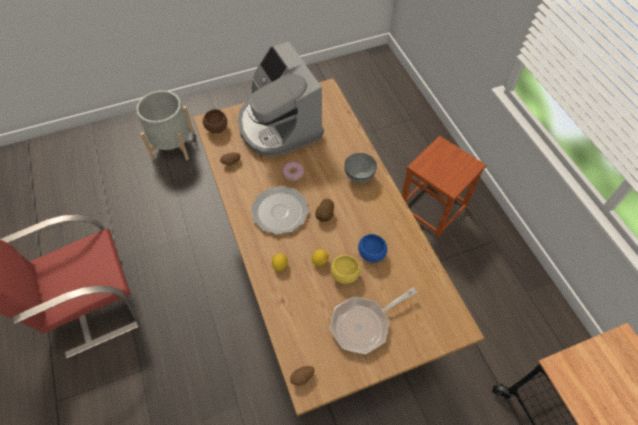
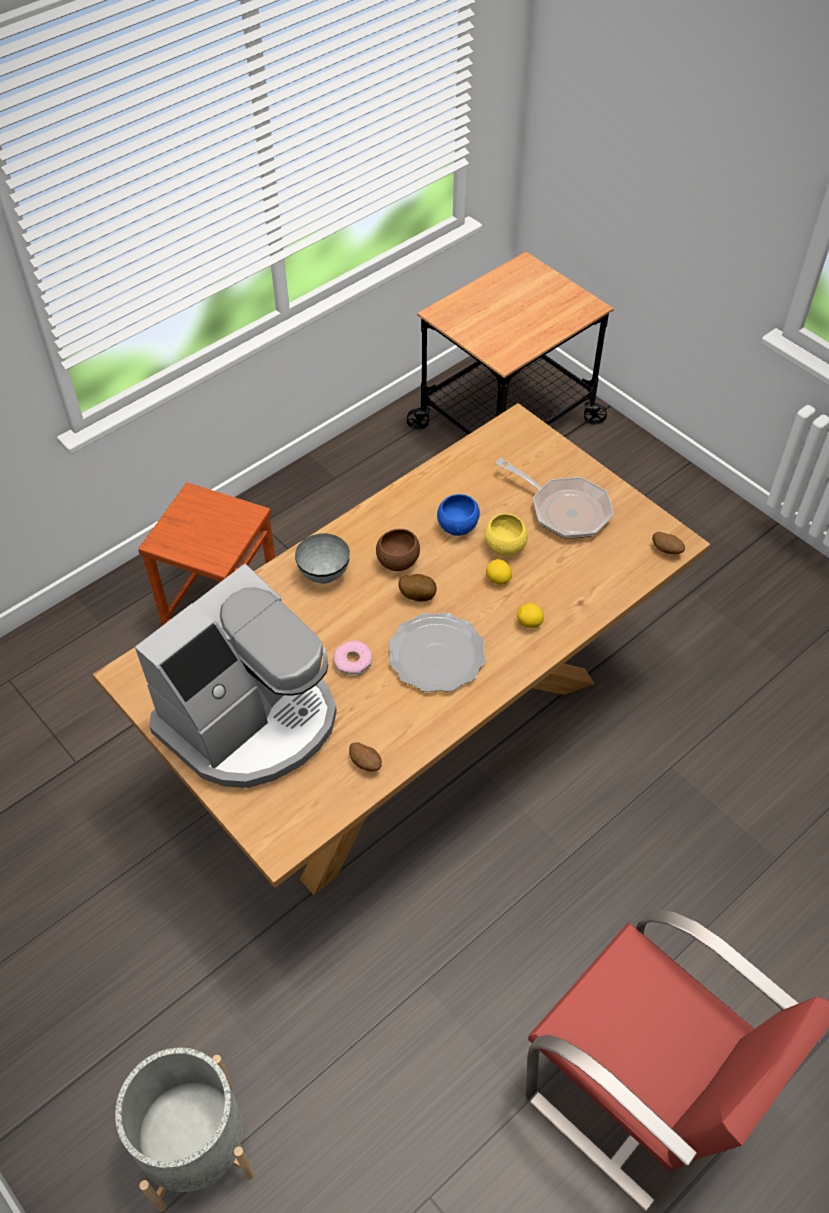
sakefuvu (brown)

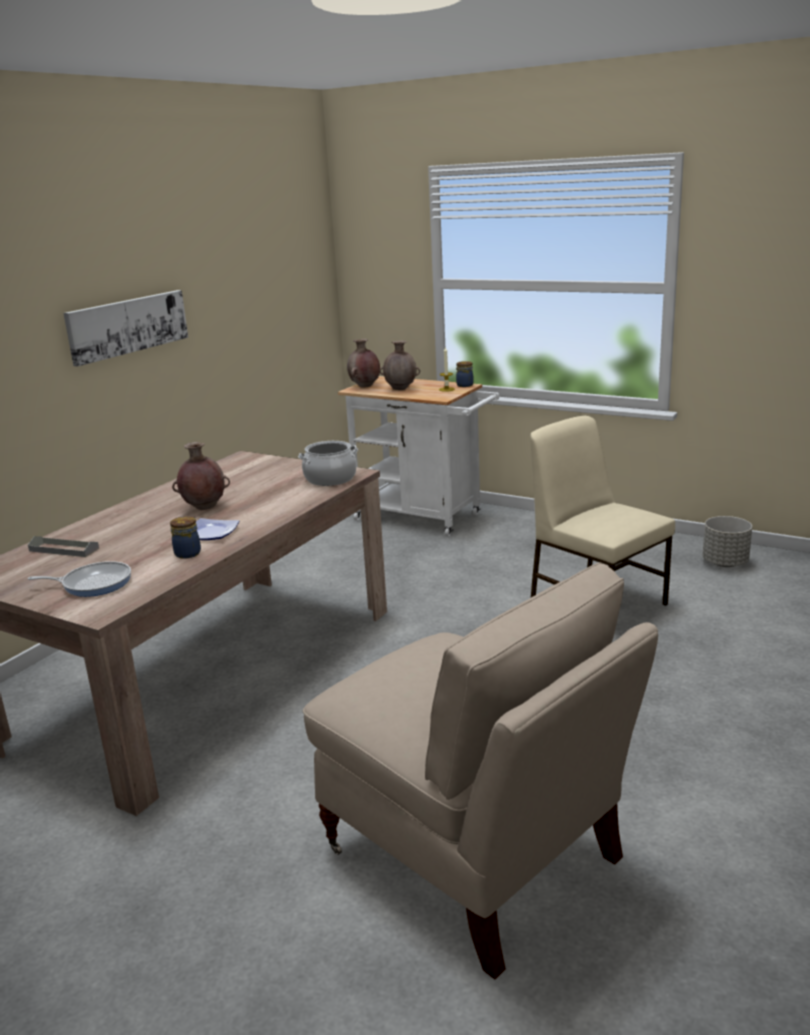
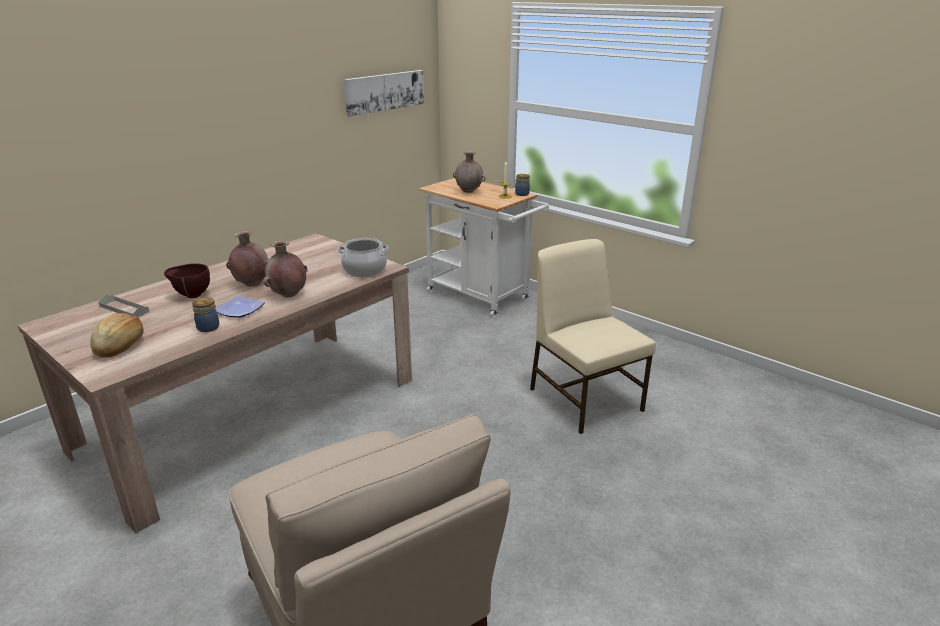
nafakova
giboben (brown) (2nd from left)
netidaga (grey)
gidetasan
sakefuvu (brown)

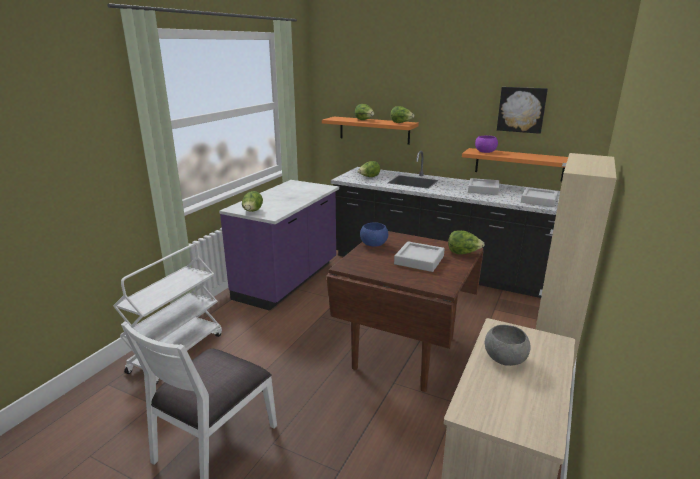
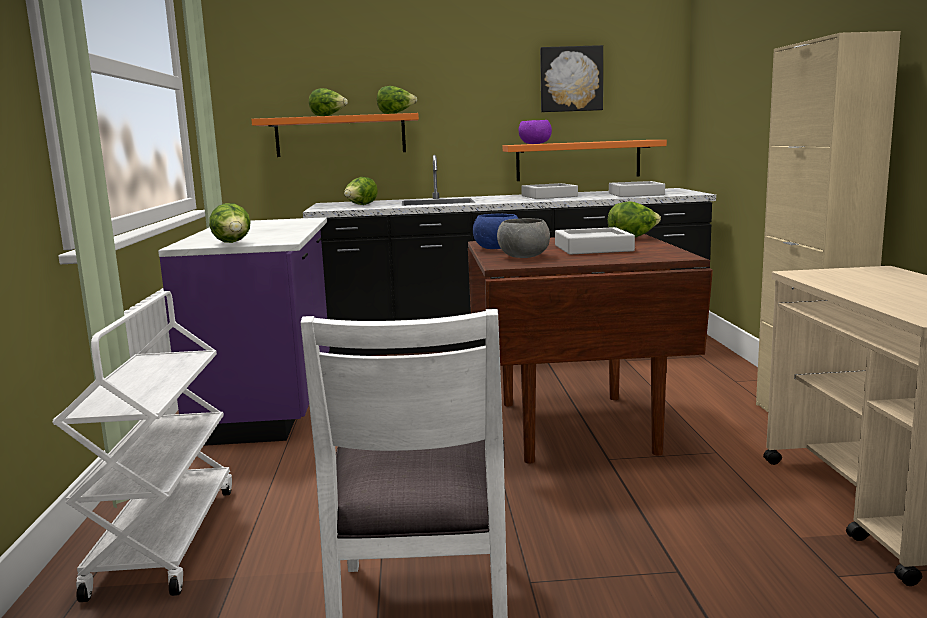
sakefuvu (grey)

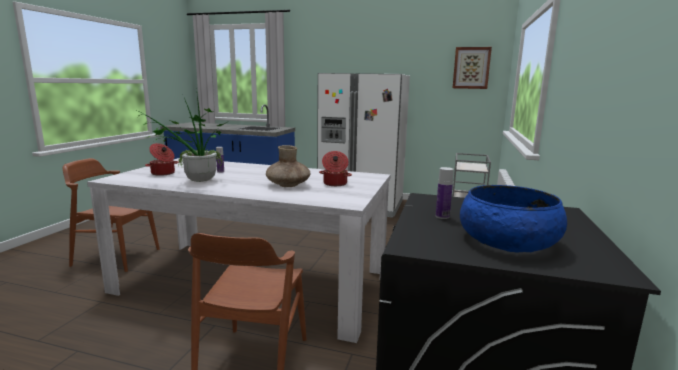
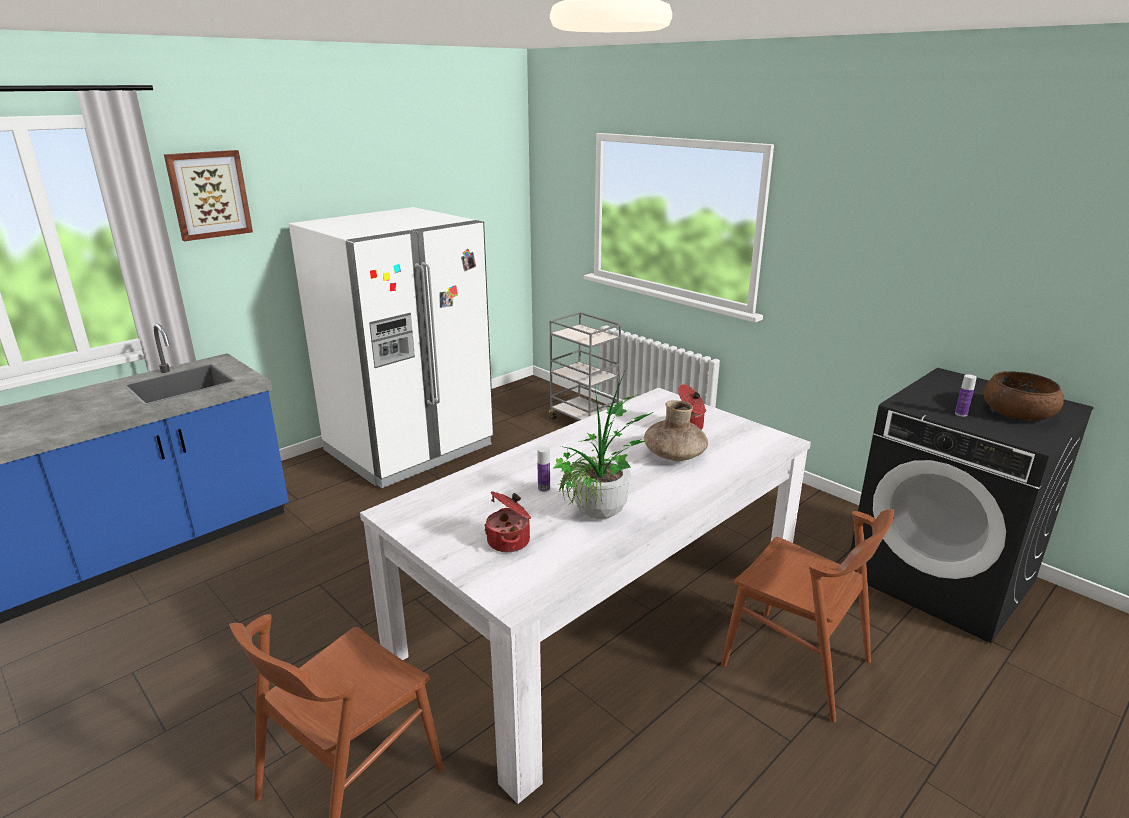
nafakova
sakefuvu (brown)

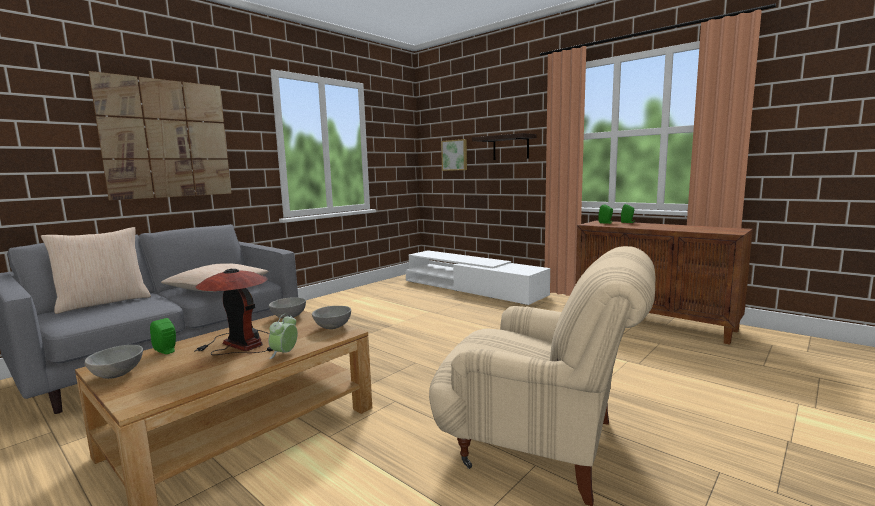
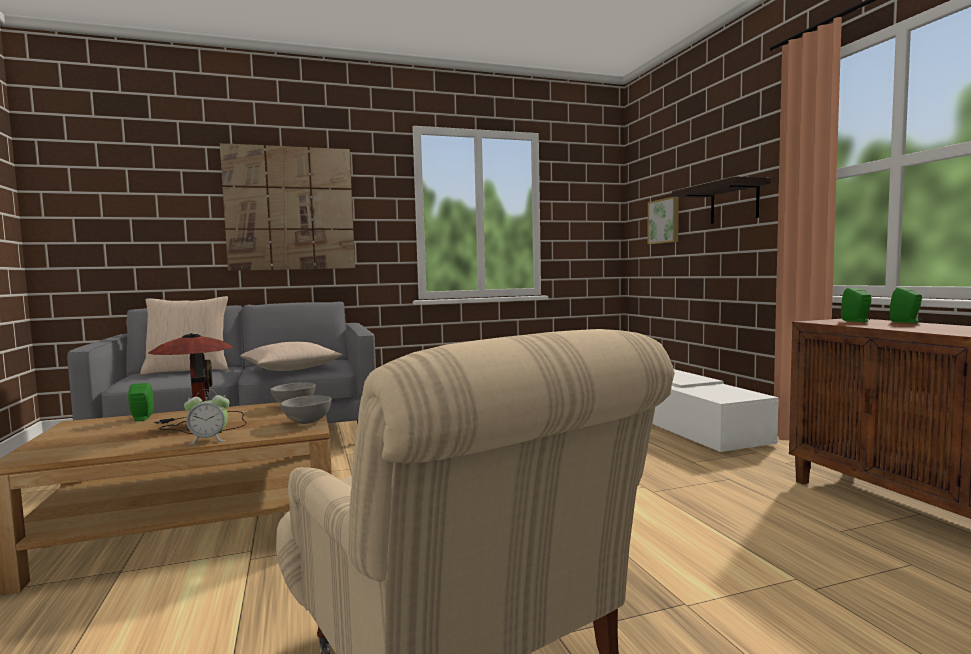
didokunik
sakefuvu (grey) (1st from left in the first image)

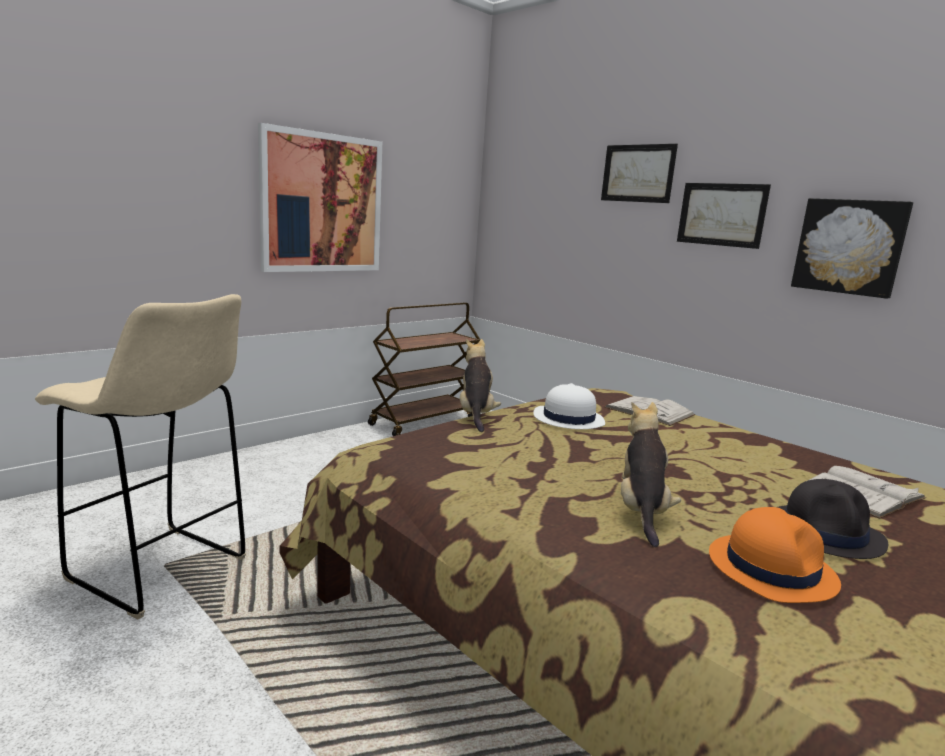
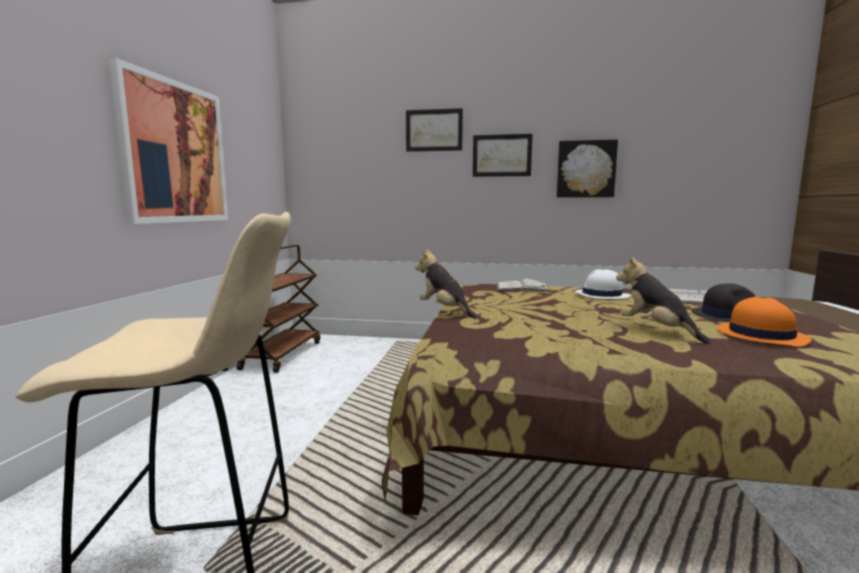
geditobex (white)

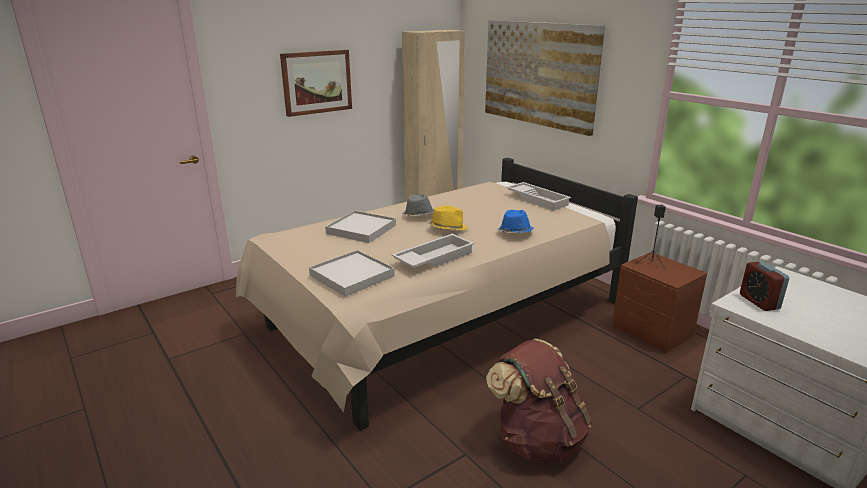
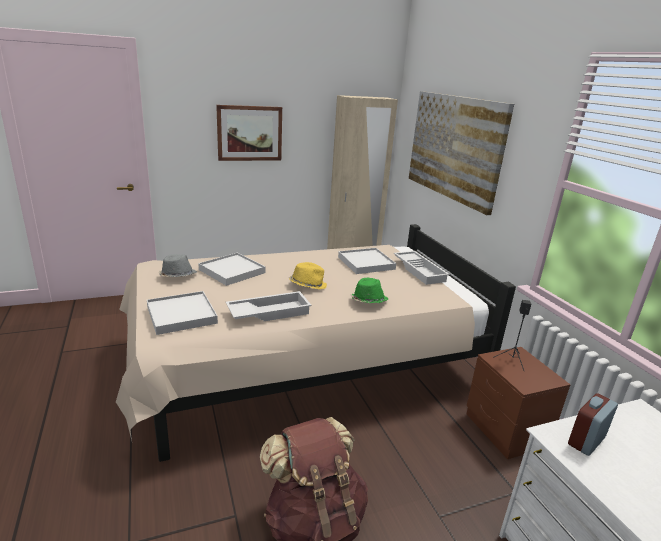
geditobex (grey)
geditobex (green)
didokunik
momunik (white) (4th from left)

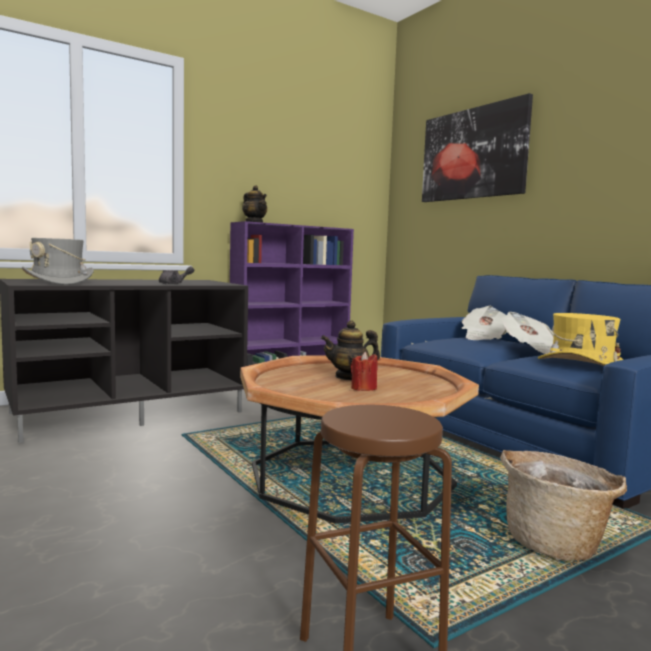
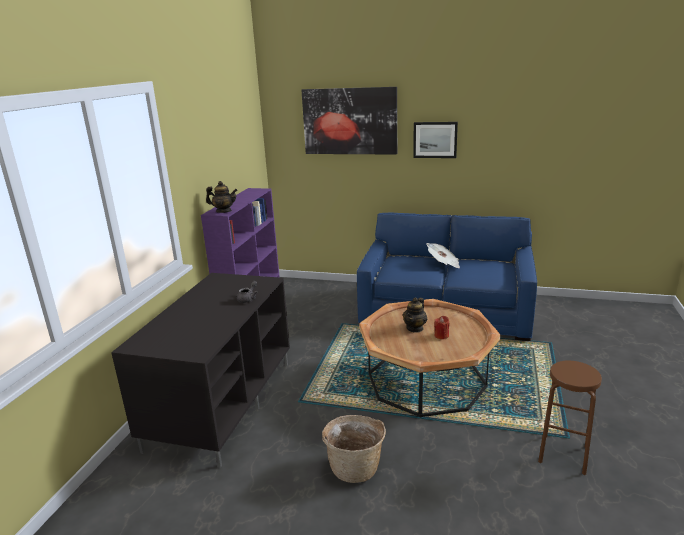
geditobex (grey)
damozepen (1st from left in the first image)
geditobex (yellow)
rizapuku
nafakova (2nd from left)

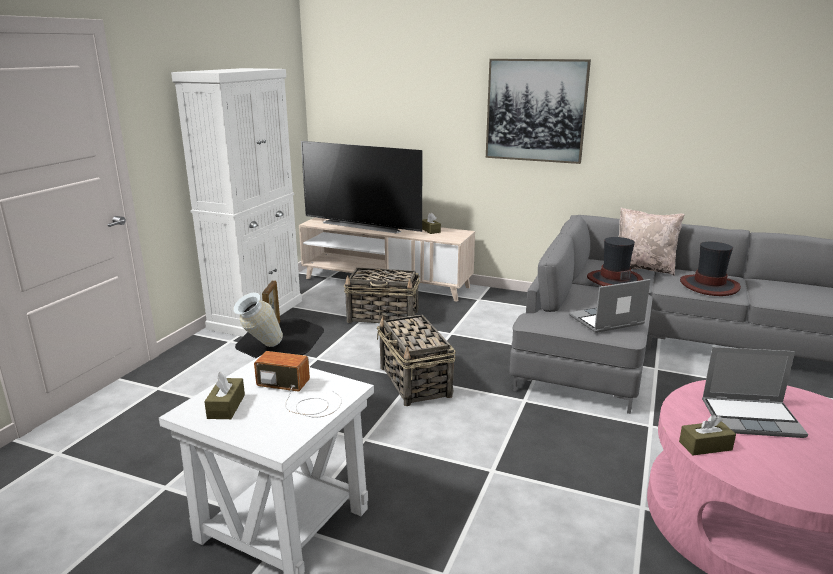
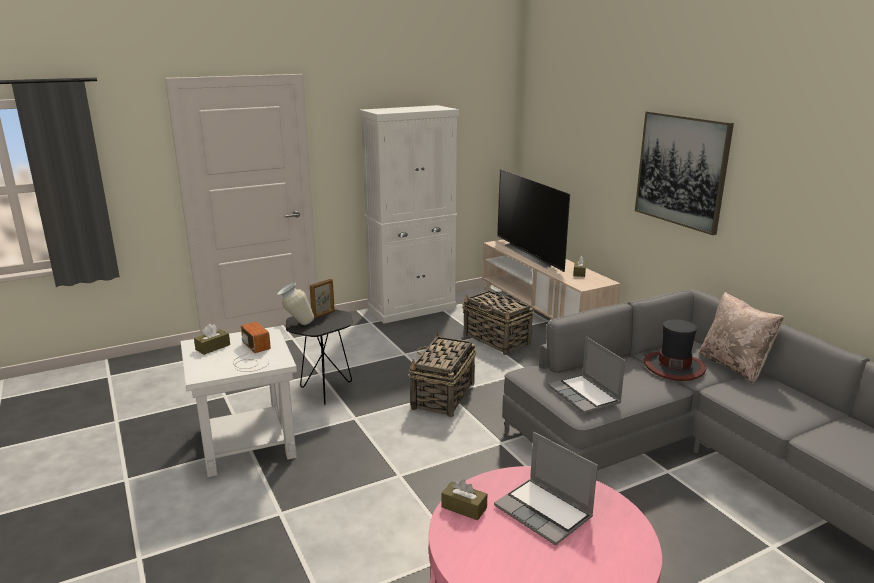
geditobex (2nd from left in the first image)
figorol (2nd from left)

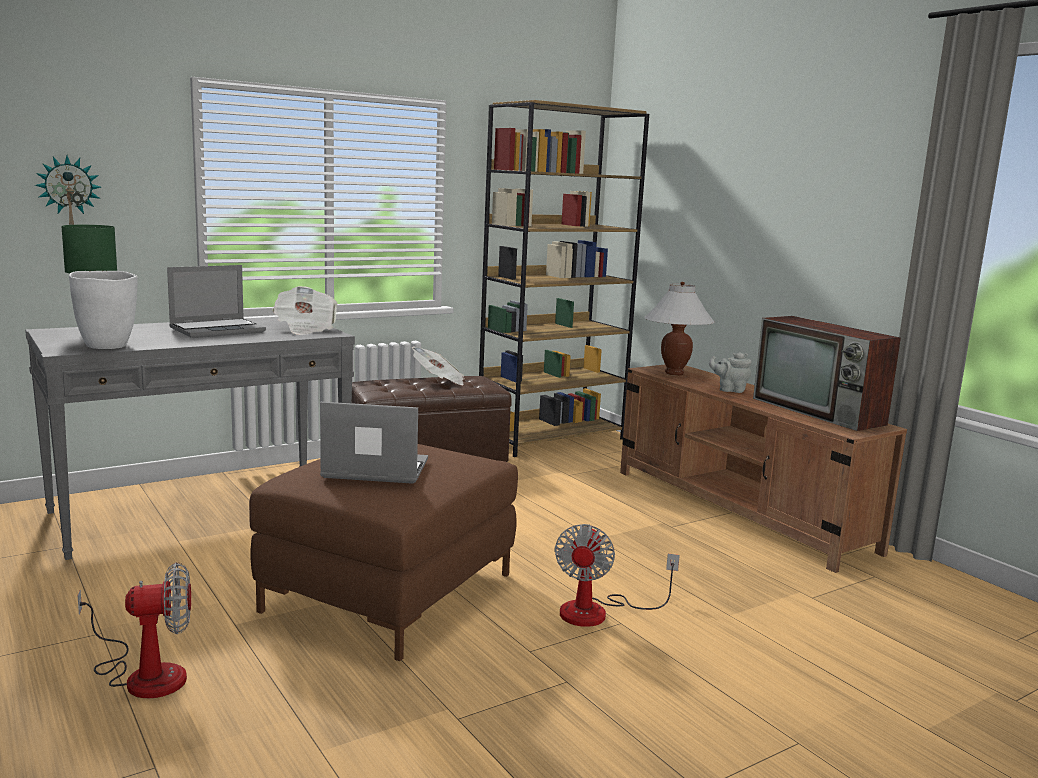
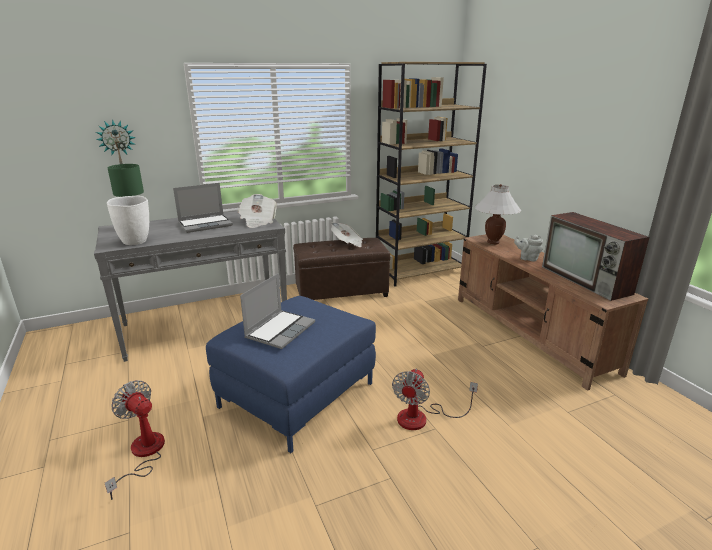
figorol (2nd from left)
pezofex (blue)
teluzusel (1st from left)

